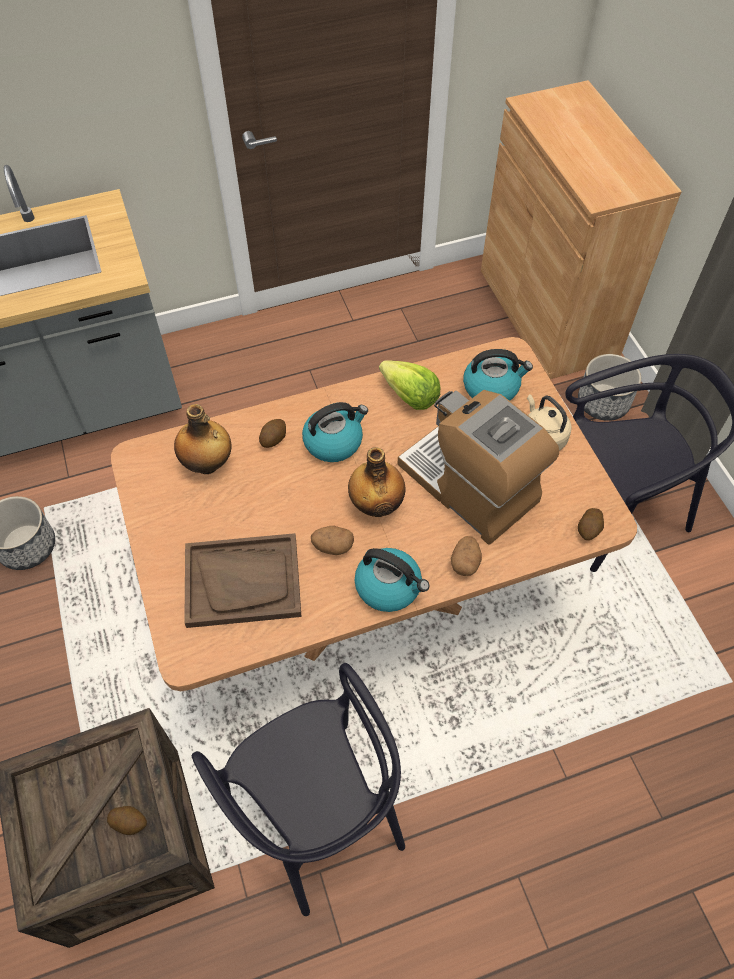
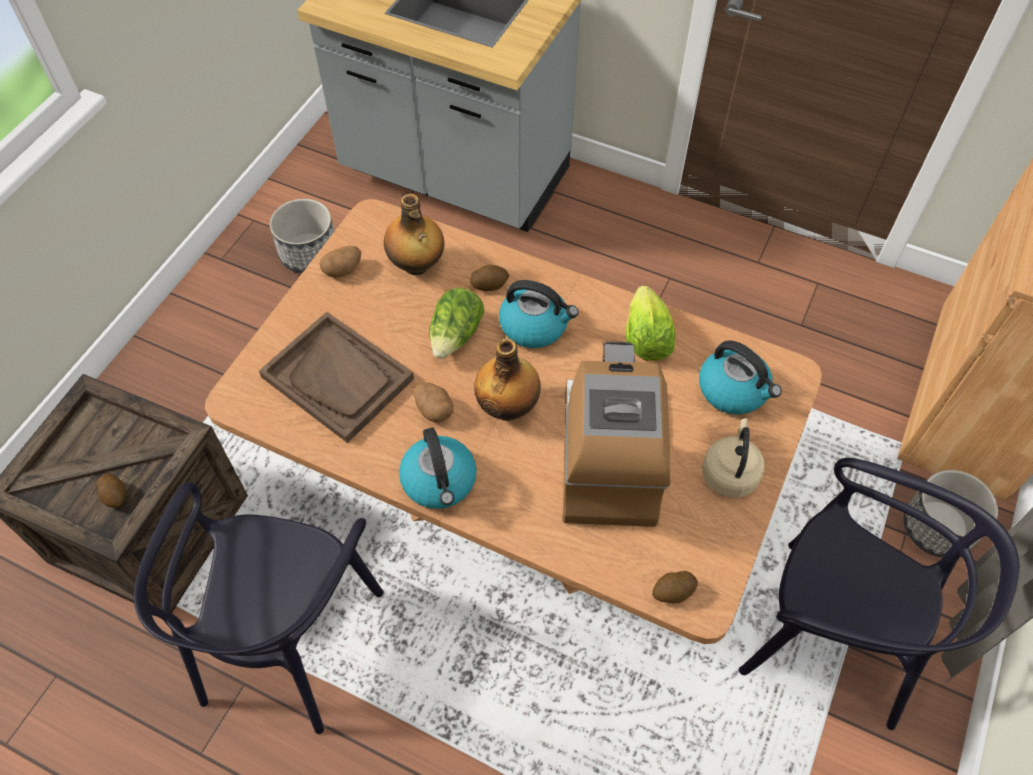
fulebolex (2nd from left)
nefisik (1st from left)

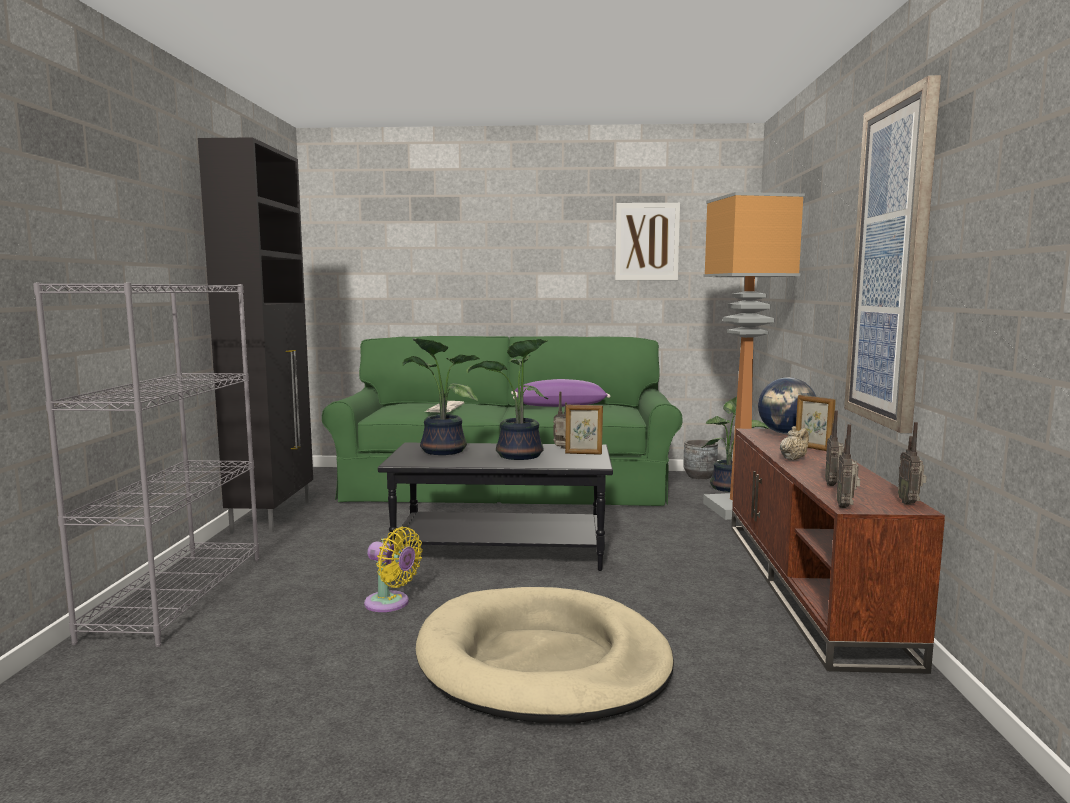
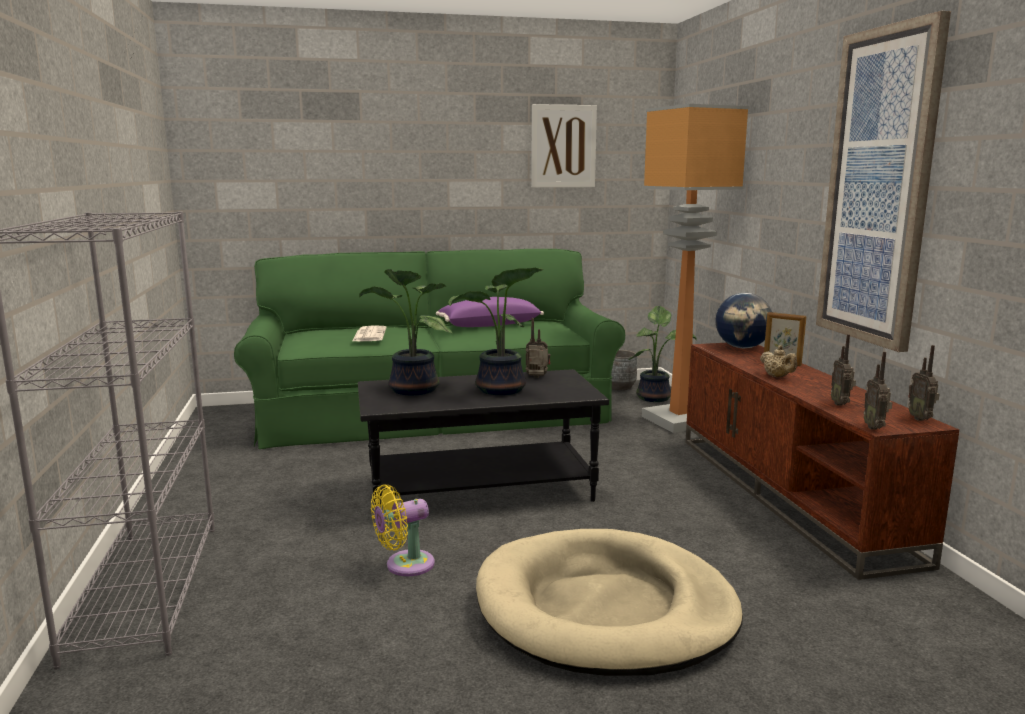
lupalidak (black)
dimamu (1st from left in the first image)
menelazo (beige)
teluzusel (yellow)

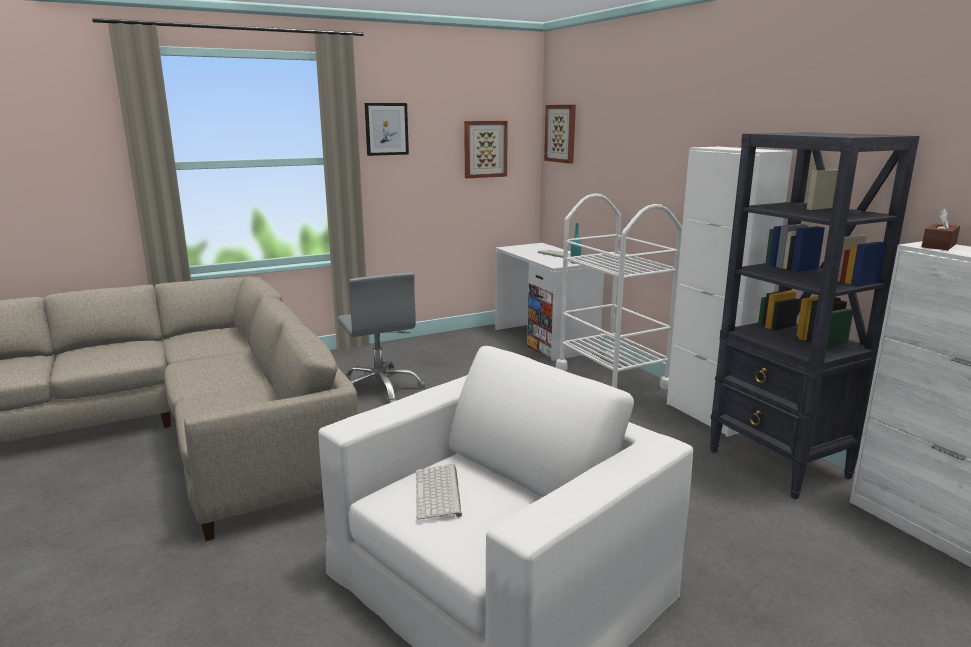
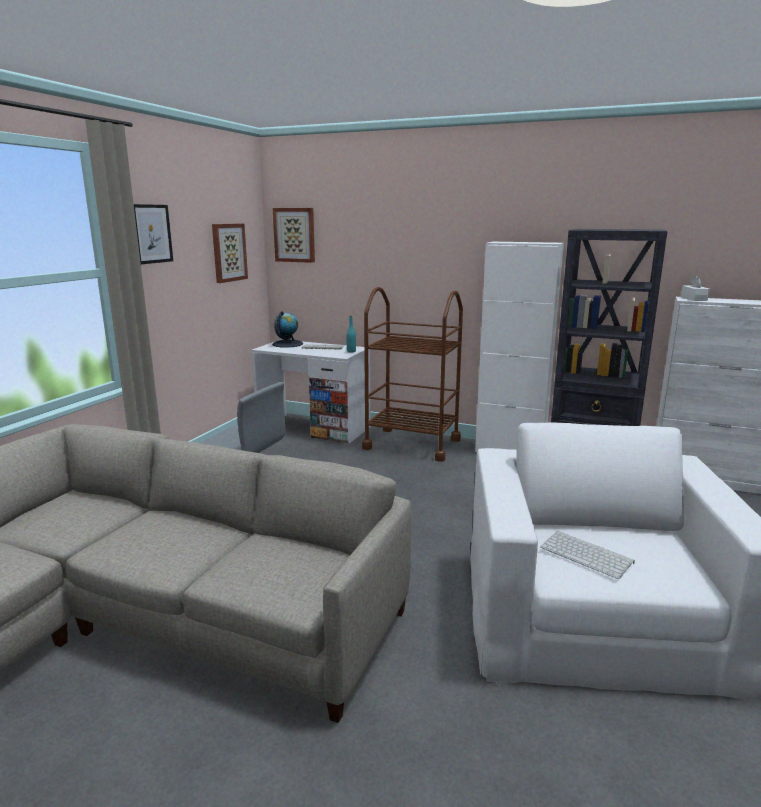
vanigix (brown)
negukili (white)
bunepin

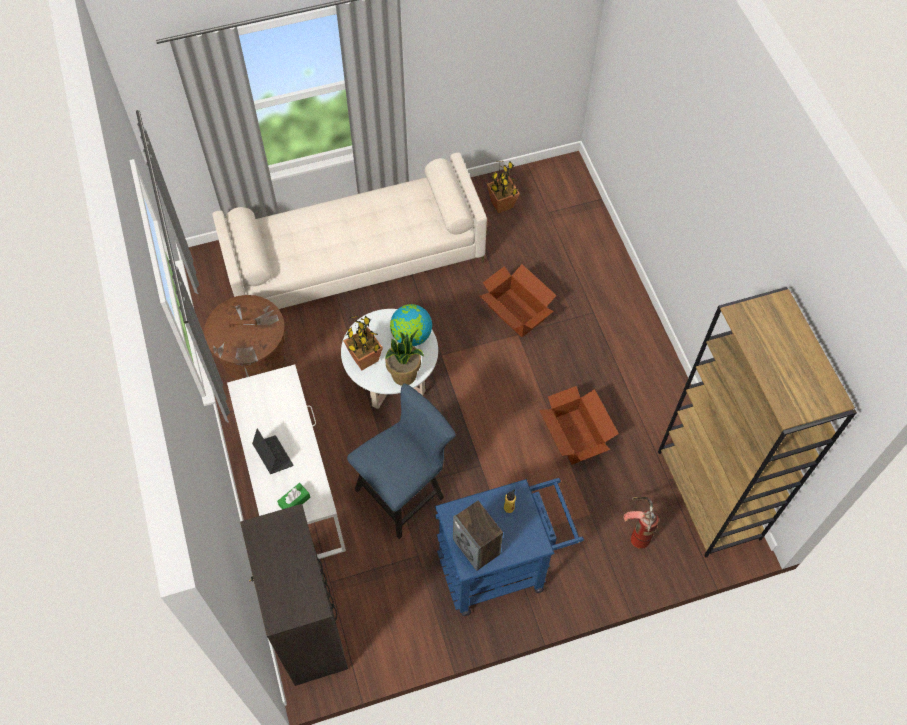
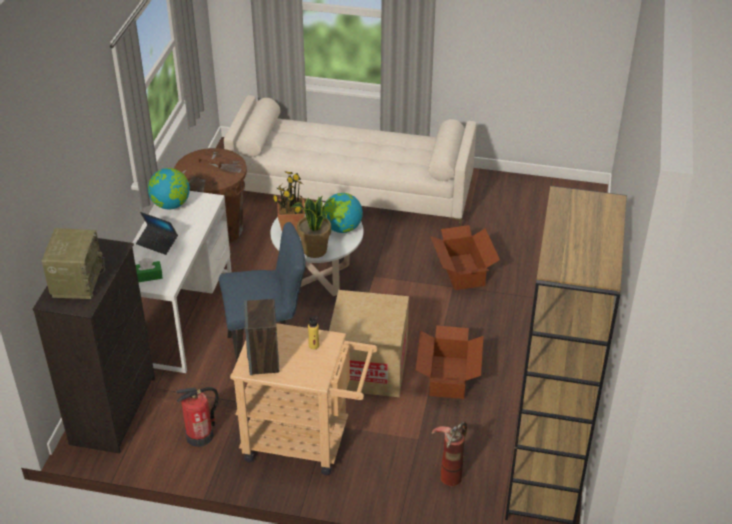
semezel (3rd from left in the first image)
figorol
vanigix (beige)
bunepin (1st from left)
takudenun
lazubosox (1st from left)
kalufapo (1st from left)

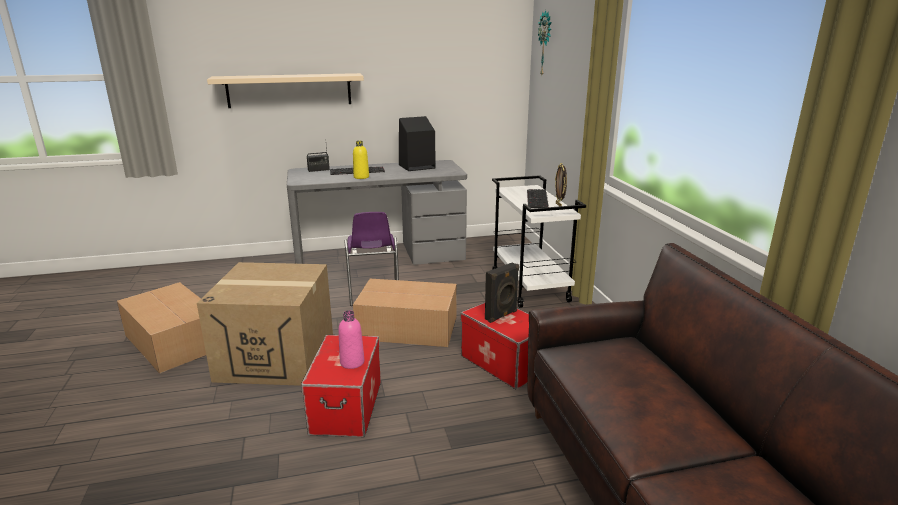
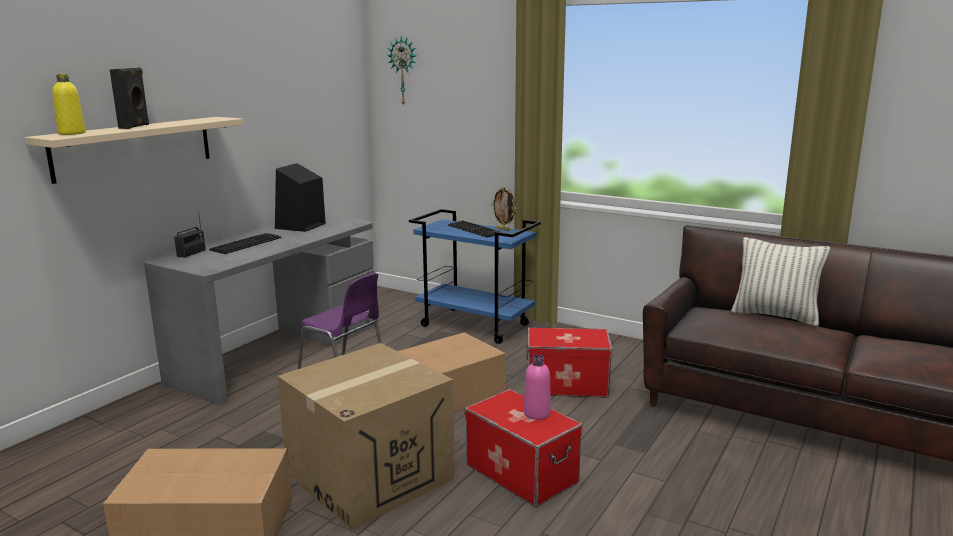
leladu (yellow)
vanigix (blue)
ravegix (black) (1st from left)
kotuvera

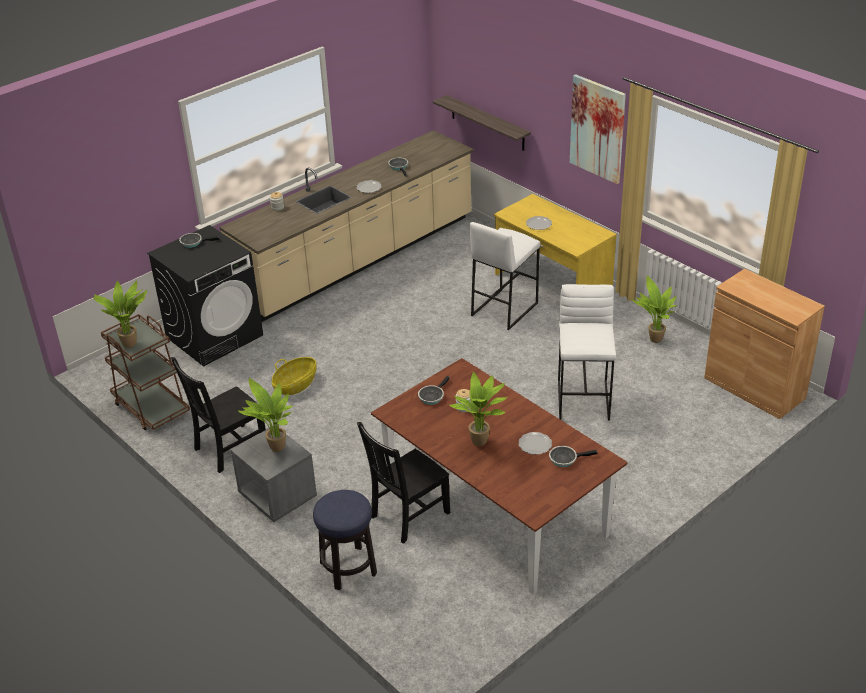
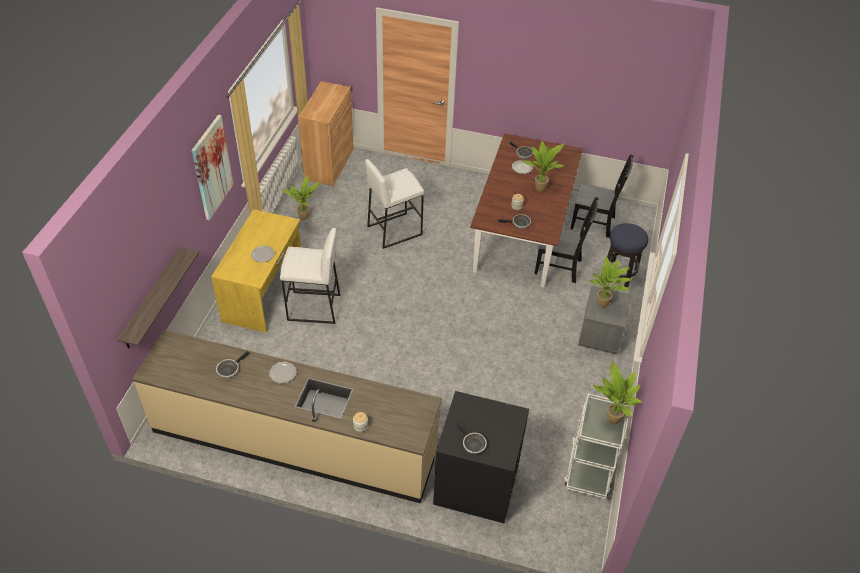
vanigix (white)
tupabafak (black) (2nd from left)
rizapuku

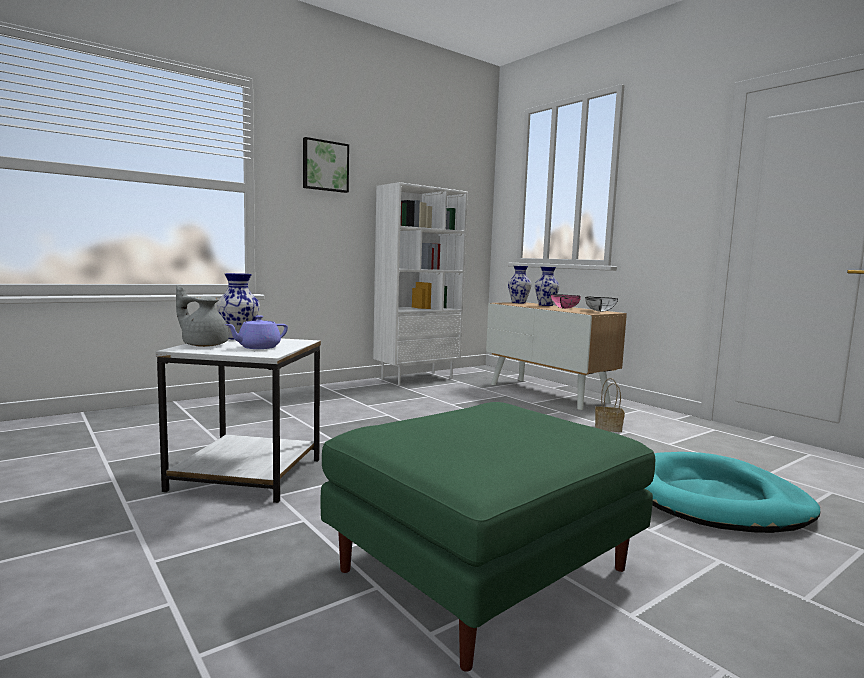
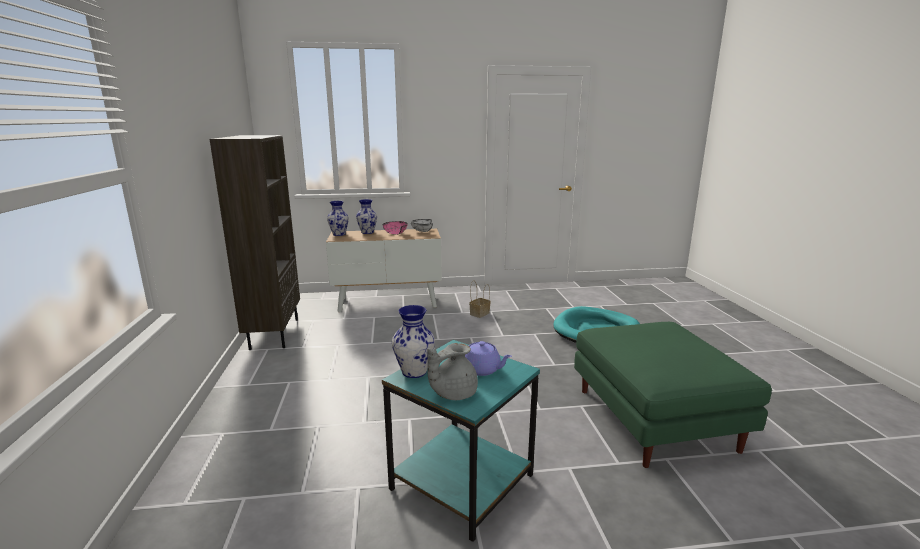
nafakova
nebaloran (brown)
menelazo (purple)
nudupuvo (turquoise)

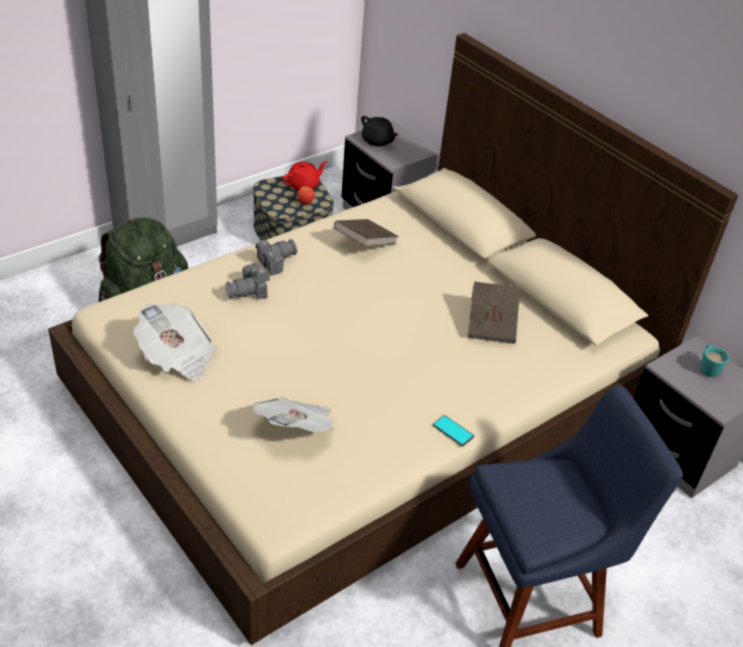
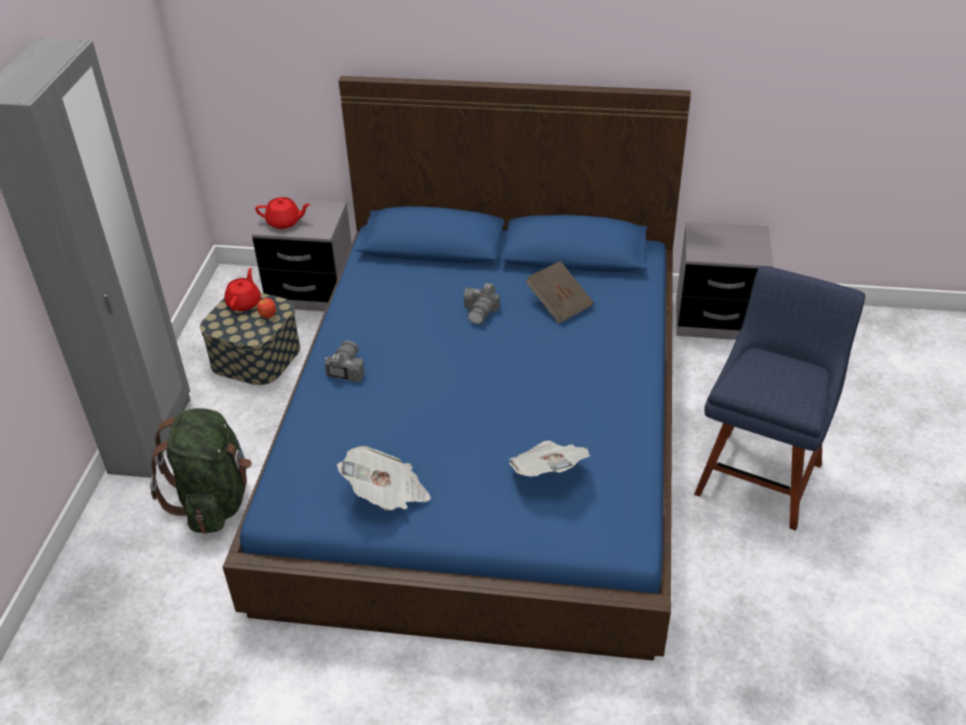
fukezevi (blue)
menelazo (red) (2nd from left)
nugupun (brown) (1st from left in the first image)
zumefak (2nd from left)
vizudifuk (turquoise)
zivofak

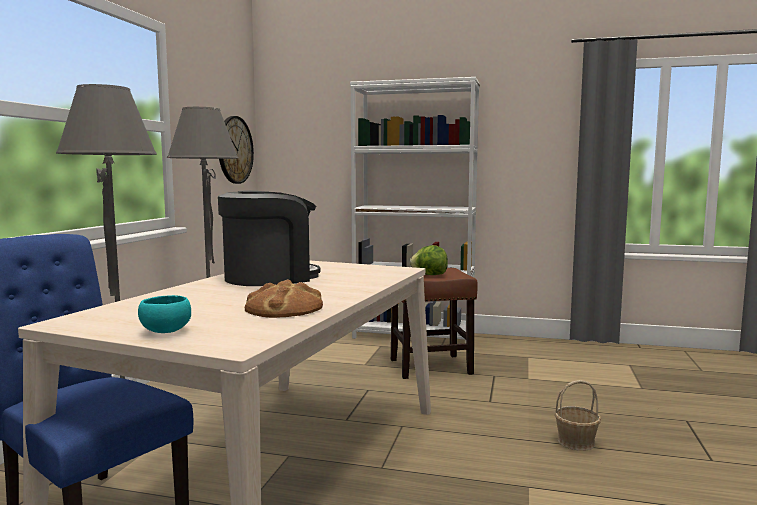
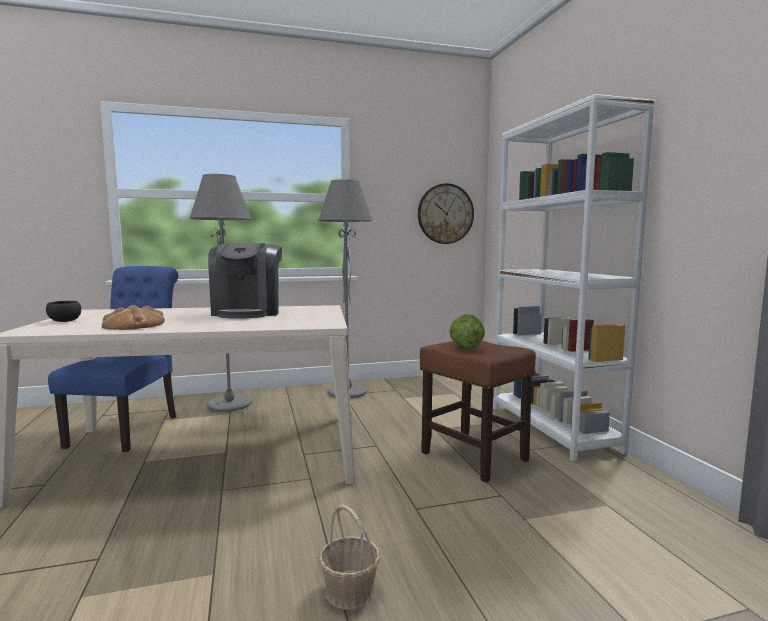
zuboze
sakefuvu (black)

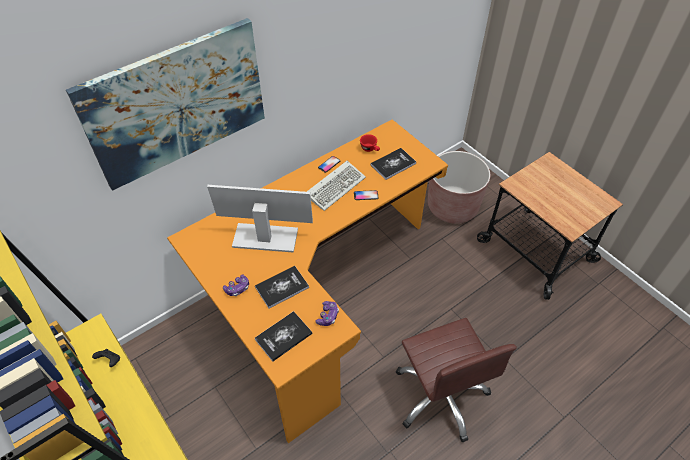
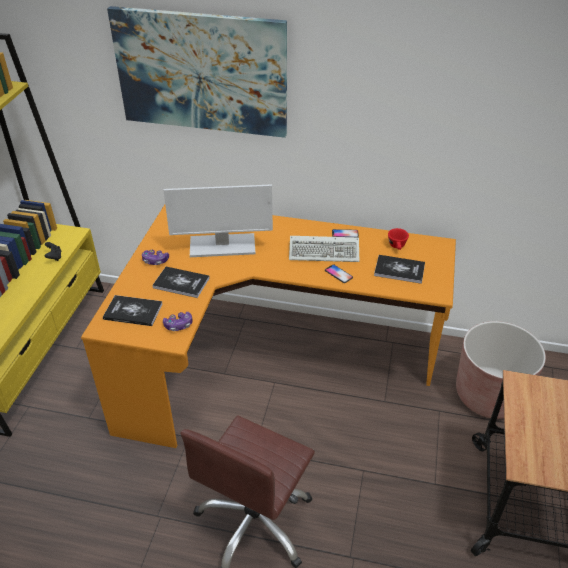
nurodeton

